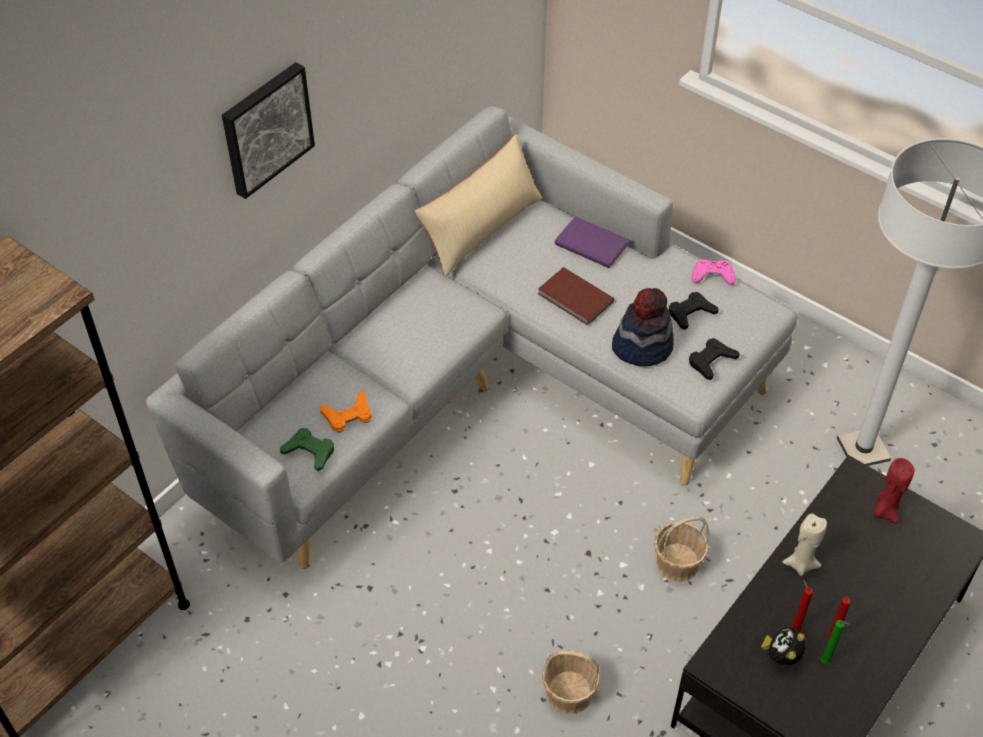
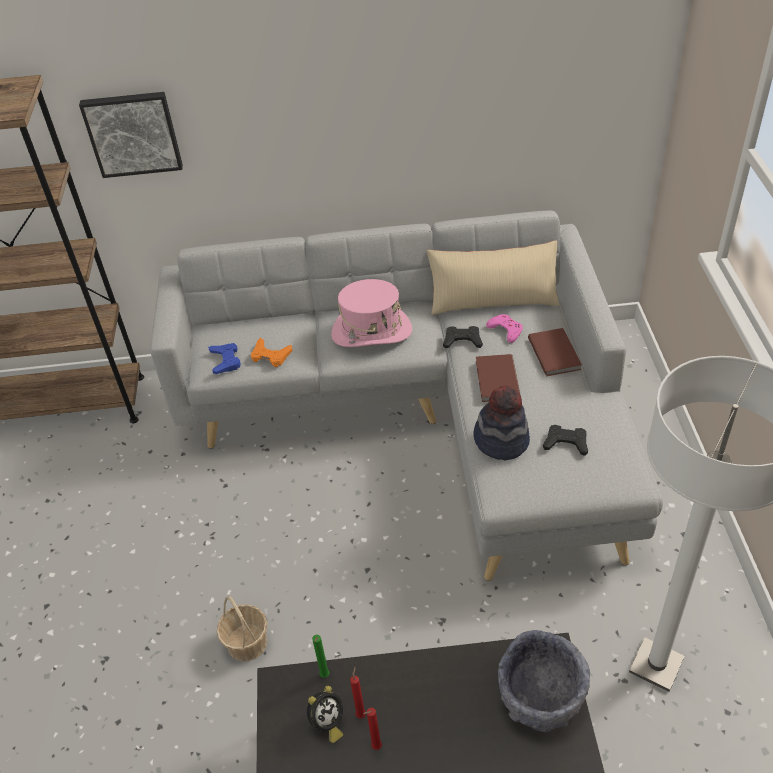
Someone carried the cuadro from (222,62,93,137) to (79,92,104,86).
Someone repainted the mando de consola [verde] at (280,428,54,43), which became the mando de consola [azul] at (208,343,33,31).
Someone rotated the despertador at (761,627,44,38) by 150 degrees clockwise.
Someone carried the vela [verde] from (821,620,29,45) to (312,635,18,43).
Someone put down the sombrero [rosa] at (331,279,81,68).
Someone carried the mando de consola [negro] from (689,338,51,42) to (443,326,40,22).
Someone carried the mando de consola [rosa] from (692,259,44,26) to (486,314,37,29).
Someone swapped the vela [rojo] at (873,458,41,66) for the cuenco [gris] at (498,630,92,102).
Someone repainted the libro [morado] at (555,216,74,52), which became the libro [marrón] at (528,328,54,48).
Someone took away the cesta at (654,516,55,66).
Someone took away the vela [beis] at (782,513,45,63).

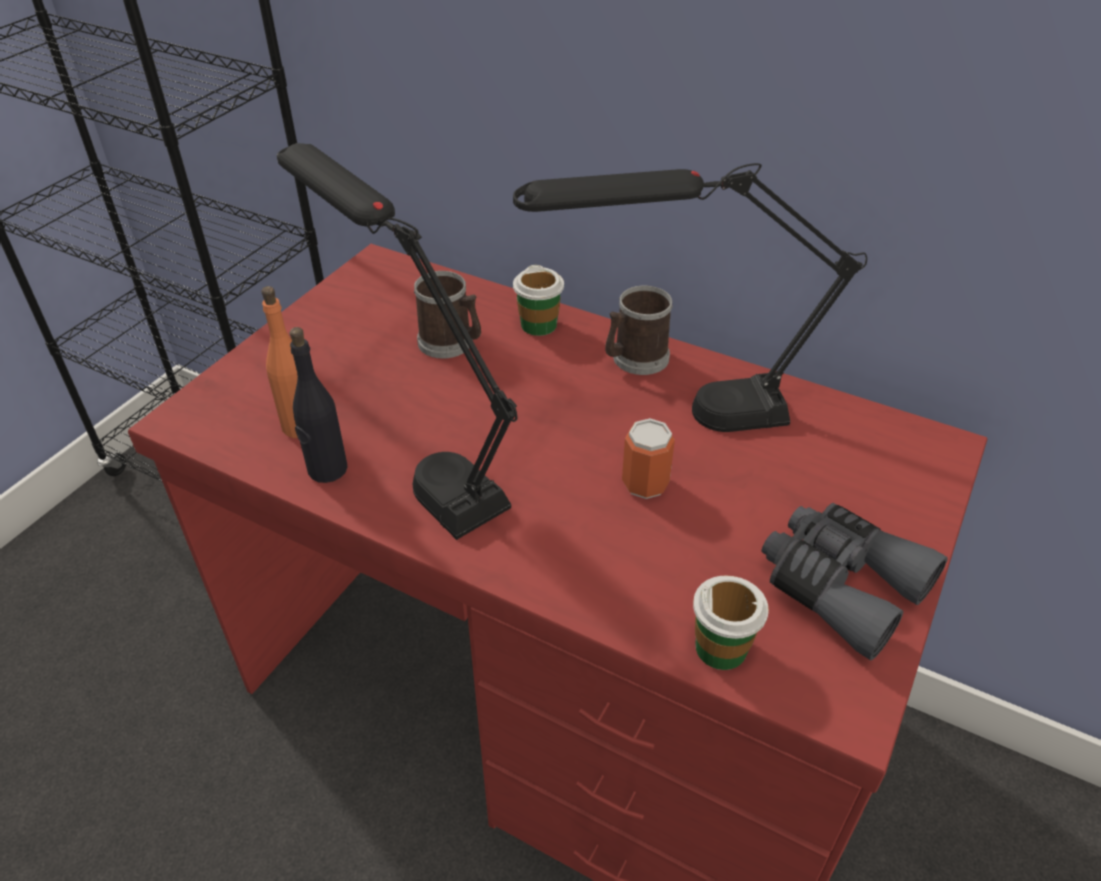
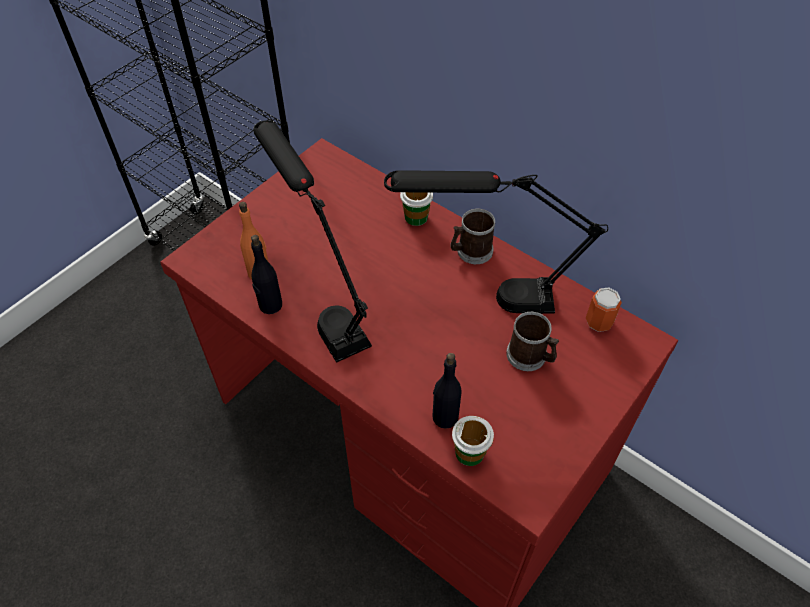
Someone put down the botella [negro] at (432,353,30,76).
Someone carried the taza grande from (414,271,67,88) to (506,312,53,59).
Someone carried the lata from (622,418,53,81) to (586,287,36,45).
Someone took away the prismáticos [gris] at (762,503,186,158).

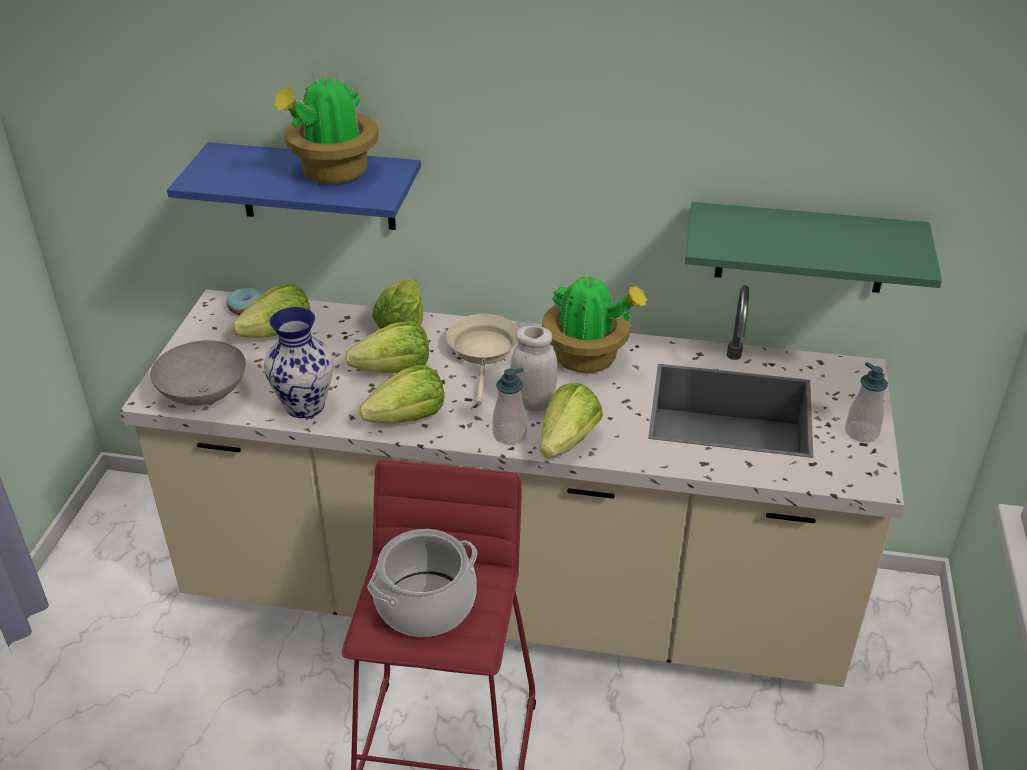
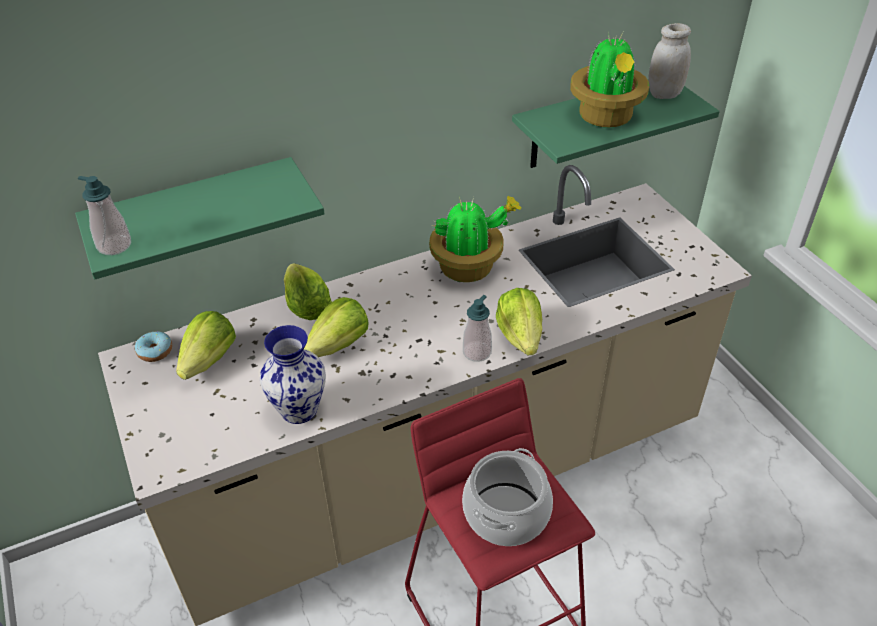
Someone repainted the estante [azul] at (167,142,254,88), which became the estante [verde] at (75,157,250,122).
Someone carried the dispensador de jabón from (845,362,43,80) to (78,176,53,79).
Someone carried the planta en maceta from (275,71,104,113) to (570,33,79,94).
Someone carried the tarro [blanco] from (510,325,48,86) to (648,23,43,76).
Someone took away the cuenco [gris] at (150,340,96,66).
Someone took away the lechuga at (359,365,85,59).
Someone took away the sartén [beis] at (446,314,73,91).

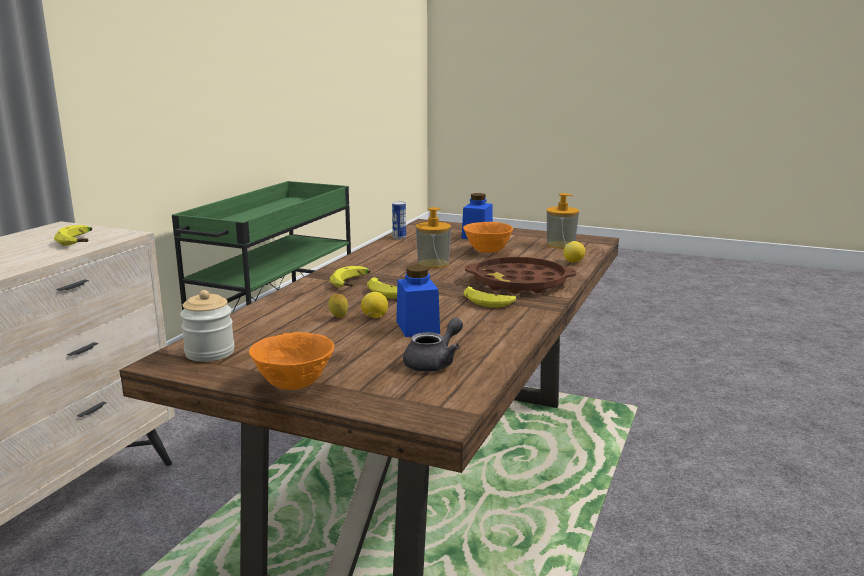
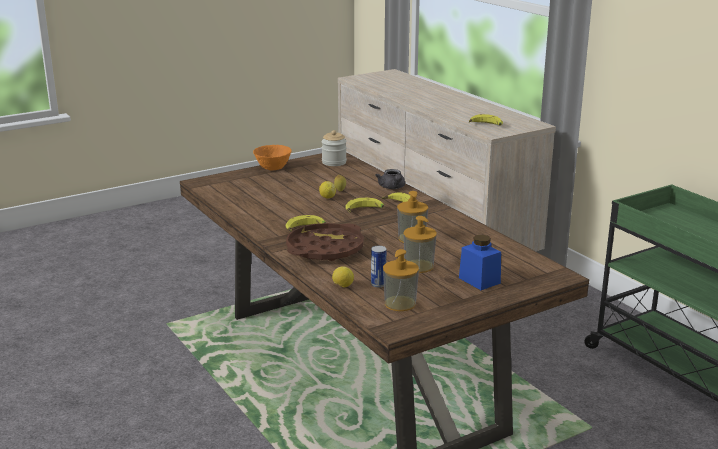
Someone carried the lata from (392,201,14,38) to (371,246,15,41).
Someone carried the tetera [gris] from (403,318,60,54) to (375,169,30,20).
Someone swapped the cuenco [naranja] at (463,222,50,31) for the dispensador de jabón at (403,216,34,57).
Someone took away the tarro [azul] at (396,265,44,72).

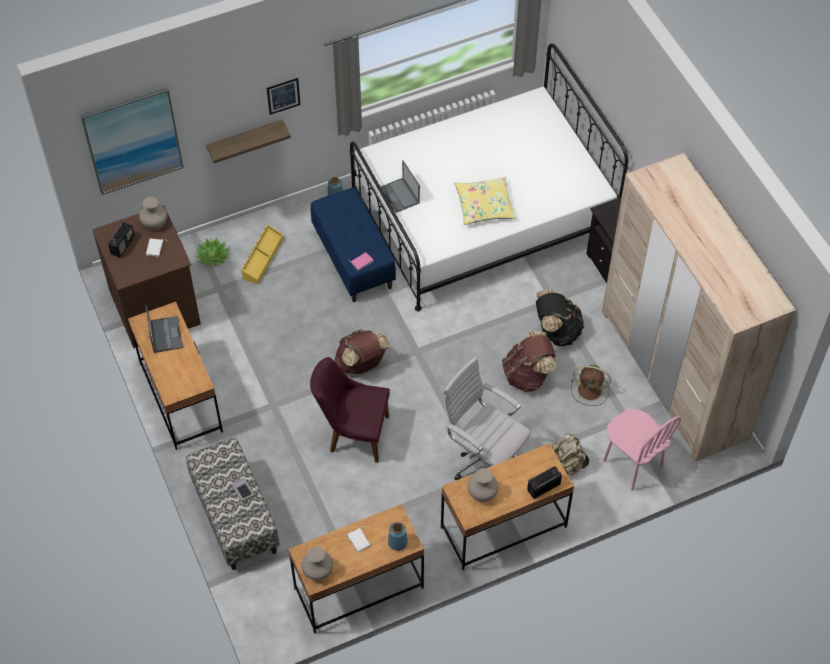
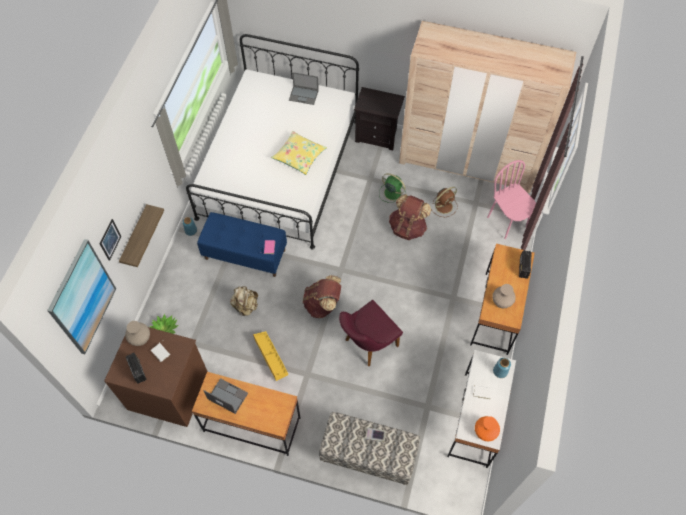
Someone carried the cuadro from (267,78,34,37) to (99,219,22,42).
Someone carried the mochila [beis] from (552,433,37,43) to (230,286,28,30).
Someone carried the caja de almacenaje [amarillo] from (241,224,42,60) to (253,331,35,50).
Someone carried the portátil from (381,160,39,53) to (289,72,30,33).
Someone swapped the mochila [negro] at (536,289,48,57) for the ventilador [verde] at (379,173,27,30).
Someone repainted the escritorio [marrón] at (288,504,136,129), which became the escritorio [blanco] at (447,350,69,118).
Someone repainted the florero [beis] at (301,547,32,34), which became the florero [naranja] at (475,416,25,25).
Someone rotated the silla [rosa] at (603,409,78,82) by 120 degrees counterclockwise.
Someone took away the silla de oficina [blanco] at (443,357,88,123).

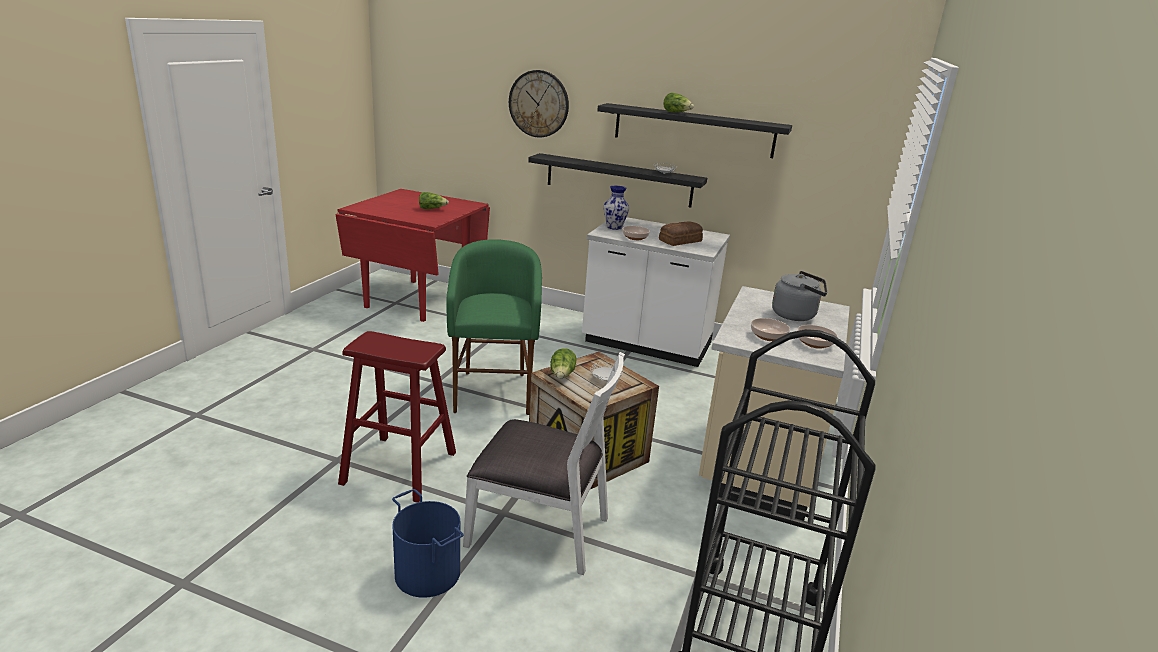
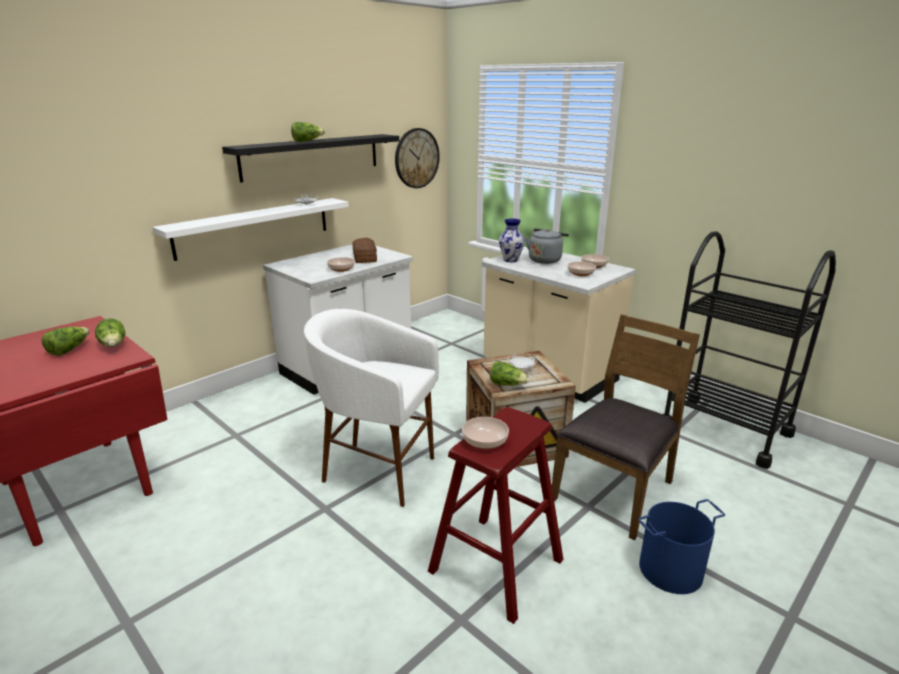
Someone put down the lechuga at (95,318,30,29).
Someone repainted the estante [negro] at (528,153,179,55), which became the estante [blanco] at (152,198,197,63).
Someone repainted the taburete [verde] at (447,239,95,176), which became the taburete [blanco] at (304,309,135,198).
Someone carried the reloj de pared from (509,70,60,68) to (395,128,45,60).
Someone put down the cuenco at (462,417,47,32).
Someone carried the florero from (603,186,26,44) to (499,219,26,43).
Someone repainted the silla [blanco] at (463,352,162,223), which became the silla [marrón] at (552,315,148,225).

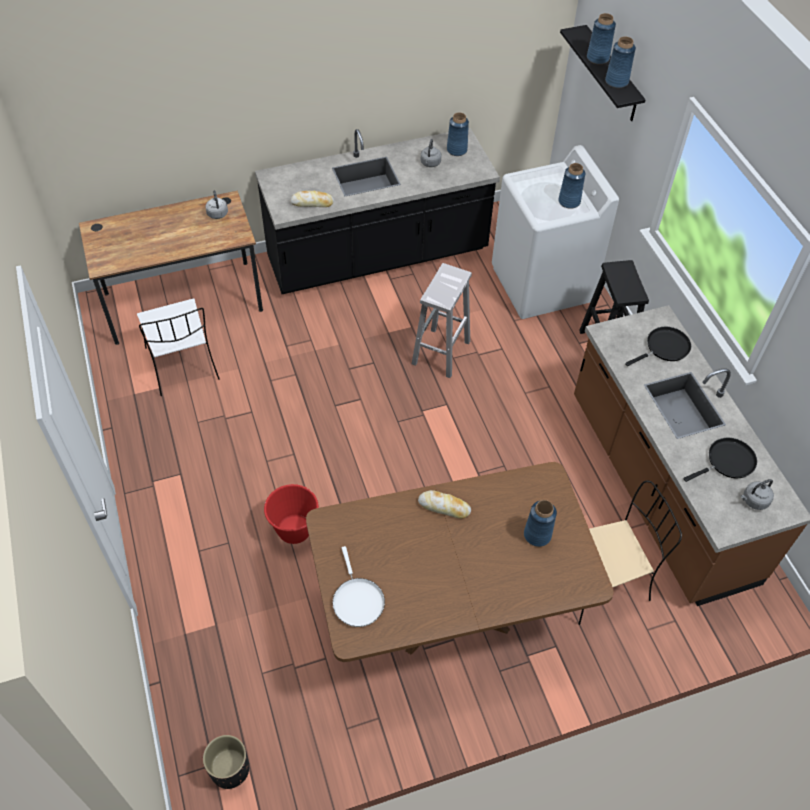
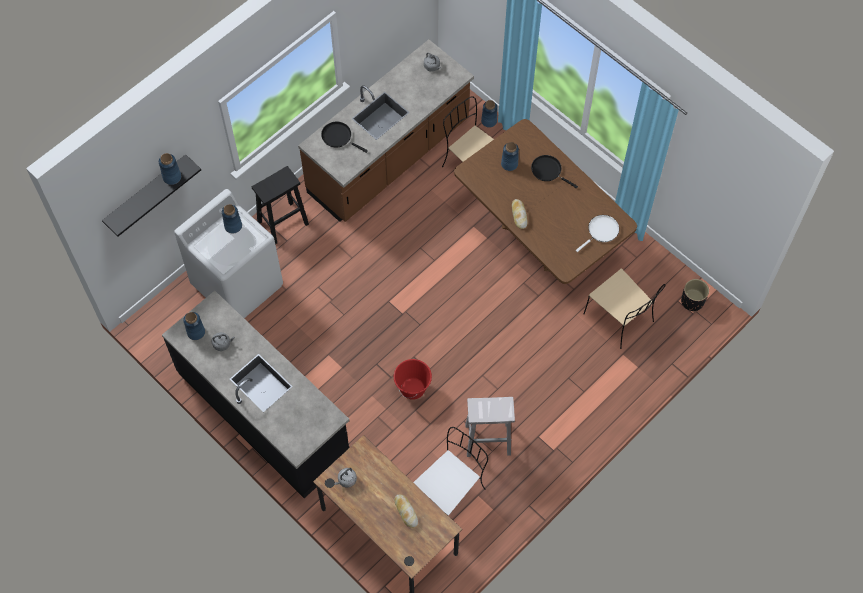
Someone carried the cubo [rojo] from (264,484,55,60) to (394,359,38,41).
Someone carried the pan from (291,191,43,16) to (394,494,24,34).
Someone carried the taburete [blanco] from (412,263,60,115) to (465,397,50,60).
Someone carried the florero [azul] from (587,13,29,51) to (481,100,16,28).
Someone carried the sartén [negro] from (683,438,74,44) to (531,155,47,34).
Someone put down the silla [beis] at (584,268,82,81).

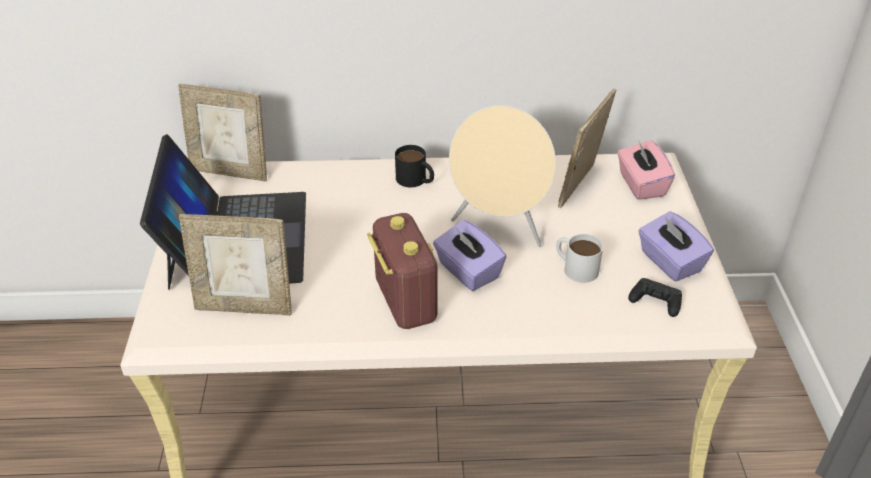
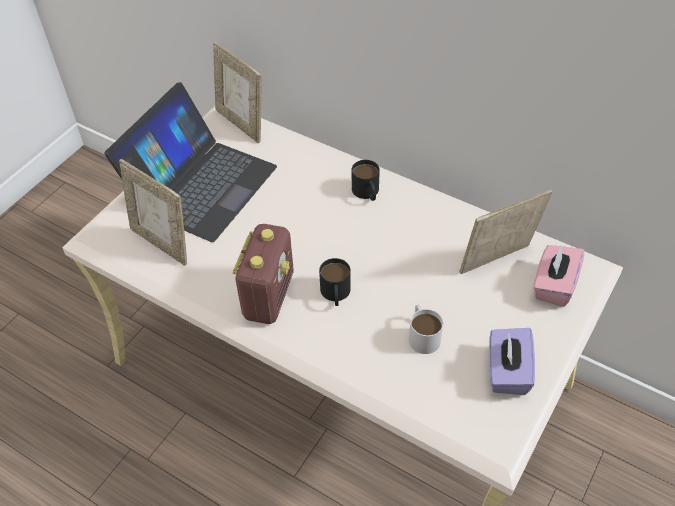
Someone swapped the caja de pañuelos [morado] at (433,220,73,71) for the taza grande [negro] at (319,258,32,48).
Someone took away the altavoz [beis] at (449,105,107,142).
Someone took away the mando de consola [negro] at (628,278,54,39).

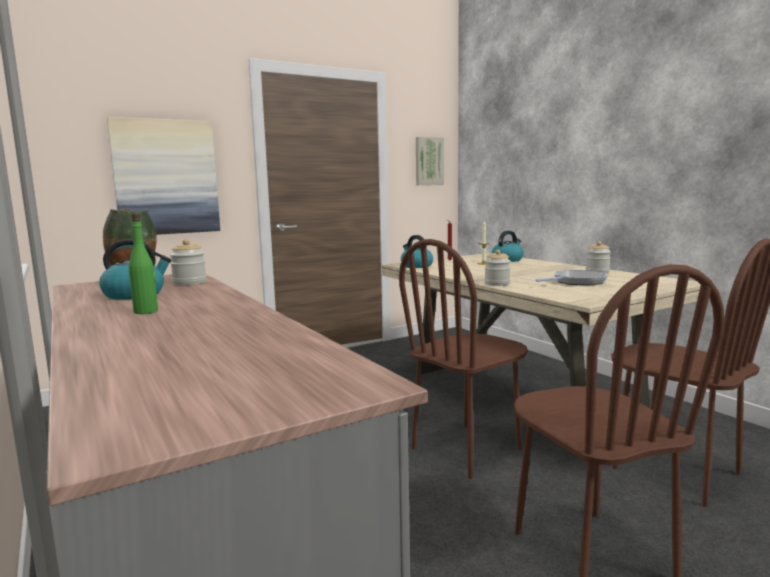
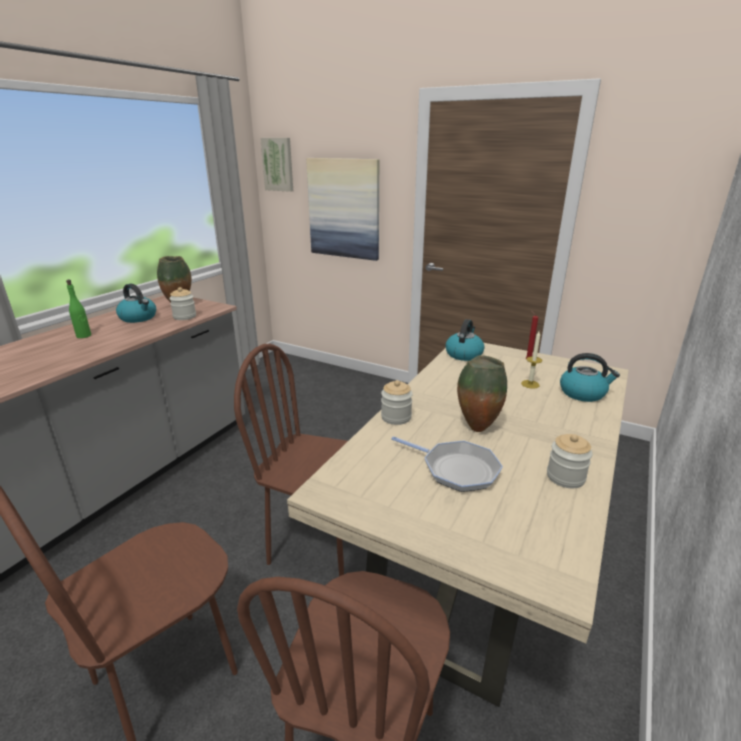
Someone carried the cuadro from (416,137,28,48) to (260,138,33,54).
Someone put down the florero at (457,355,50,77).

